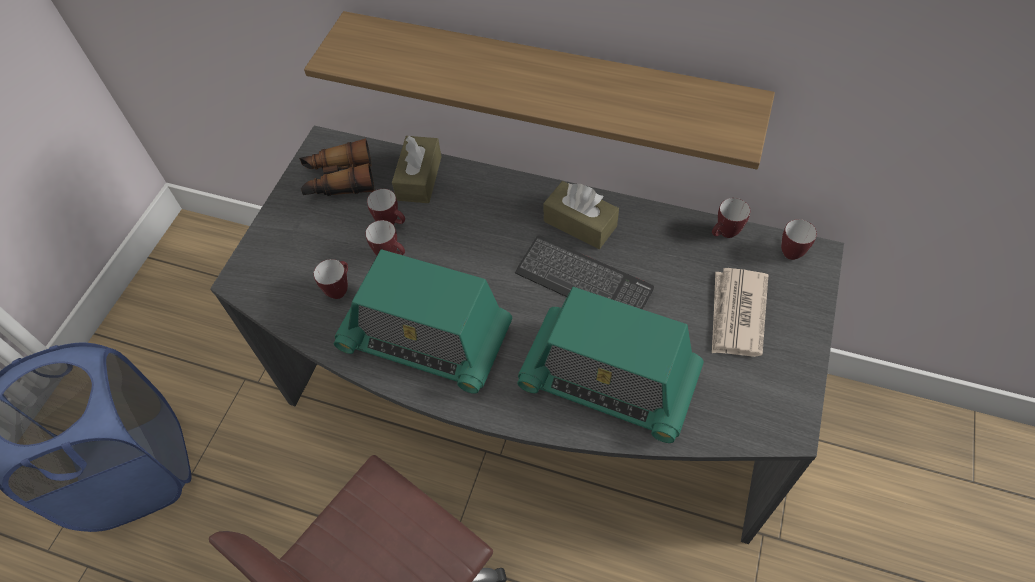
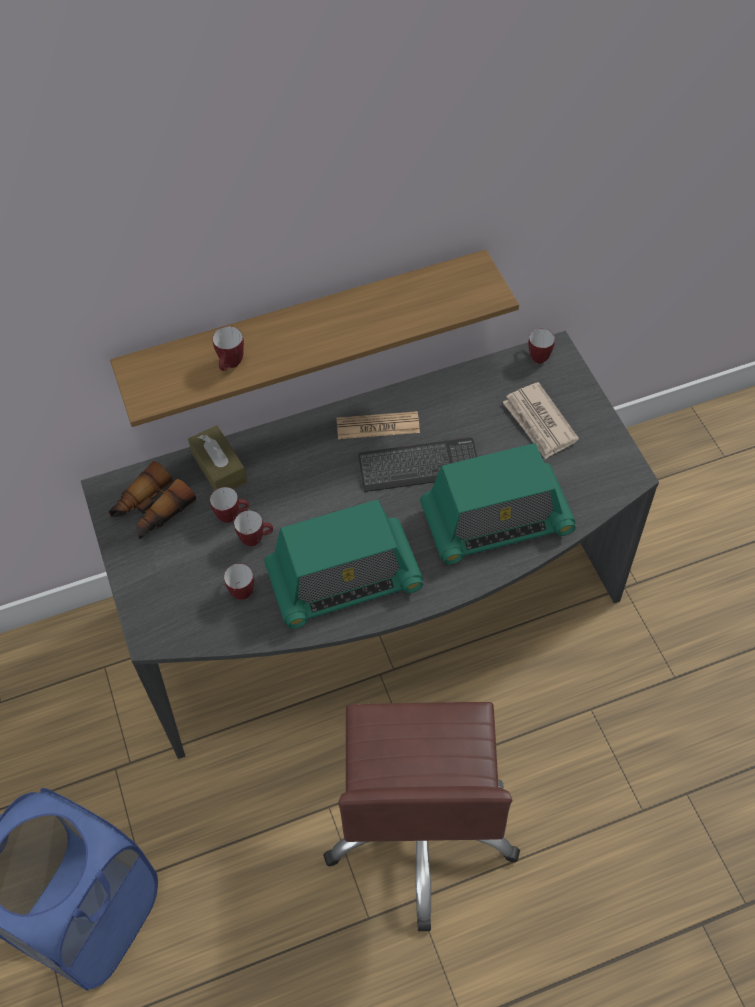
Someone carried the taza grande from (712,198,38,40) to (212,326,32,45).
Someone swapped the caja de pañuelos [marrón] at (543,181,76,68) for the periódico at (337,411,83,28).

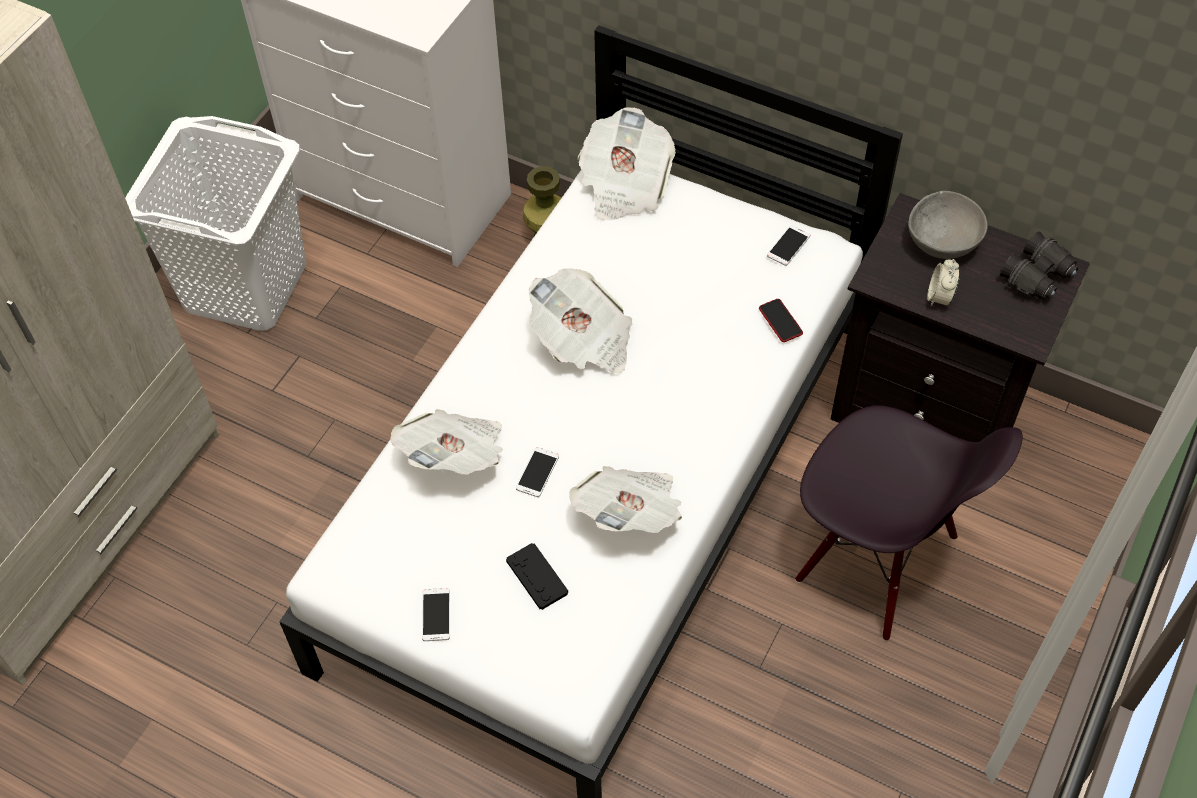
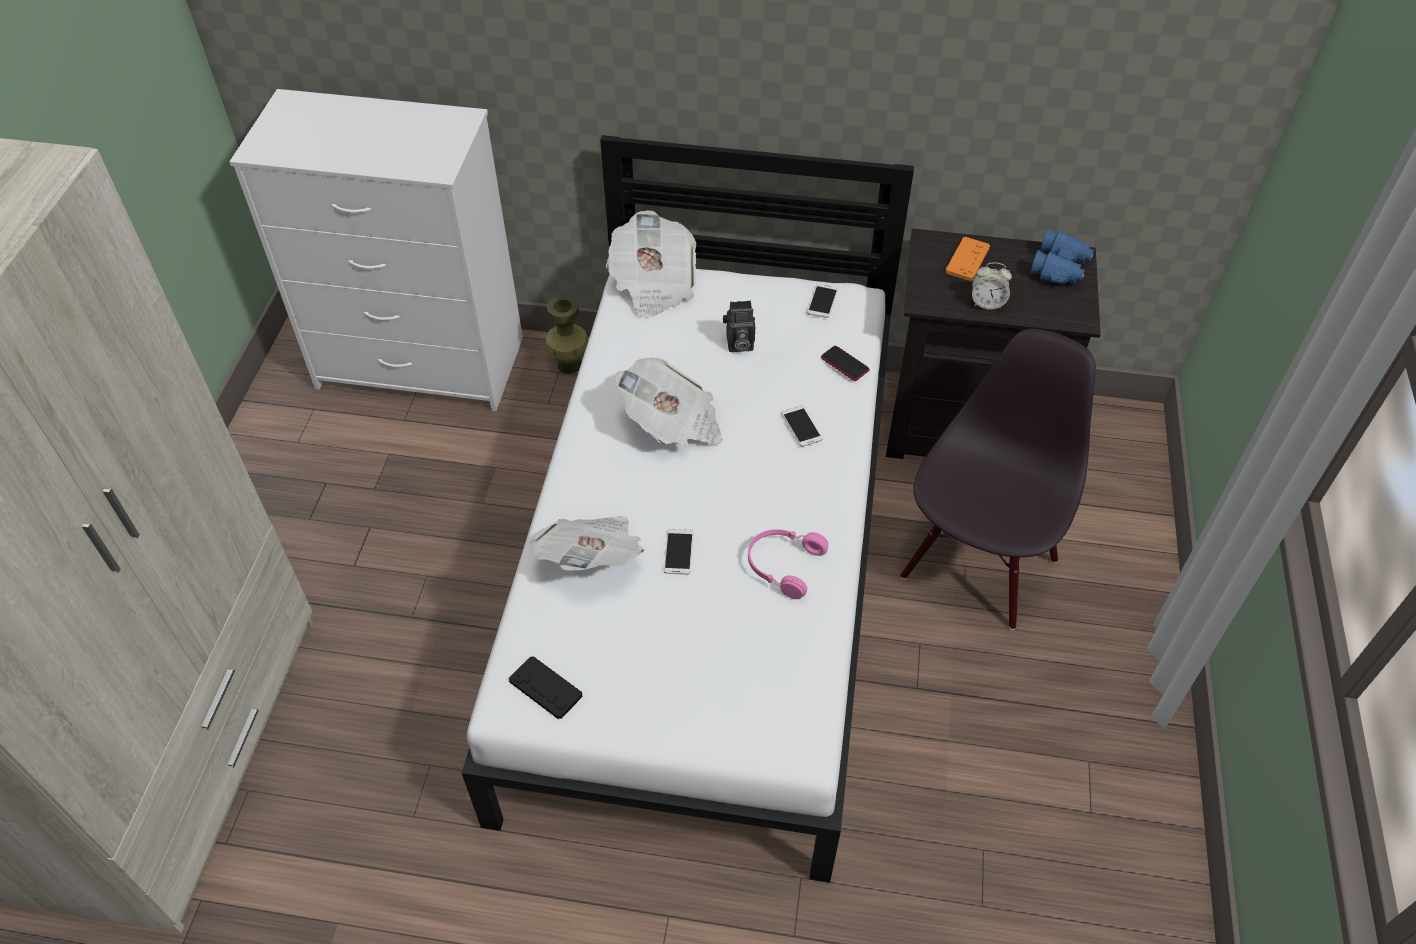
Someone carried the mando de consola [negro] from (506,543,62,67) to (509,656,73,63).
Someone put down the cámara at (723,301,32,51).
Someone swapped the periódico at (569,466,113,67) for the auriculares [rosa] at (748,529,80,70).
Someone carried the móvil from (422,588,28,53) to (782,405,41,42).
Someone rotated the silla [negro] at (796,405,227,236) by 75 degrees counterclockwise.
Someone swapped the cuenco [gris] at (908,191,80,68) for the mando de consola [naranja] at (945,237,45,44).
Someone rotated the despertador at (927,259,33,47) by 75 degrees counterclockwise.
Someone repainted the prismáticos [negro] at (1000,232,79,68), which became the prismáticos [azul] at (1030,229,64,55).
Someone took away the cesto de la ropa [blanco] at (125,116,181,215).

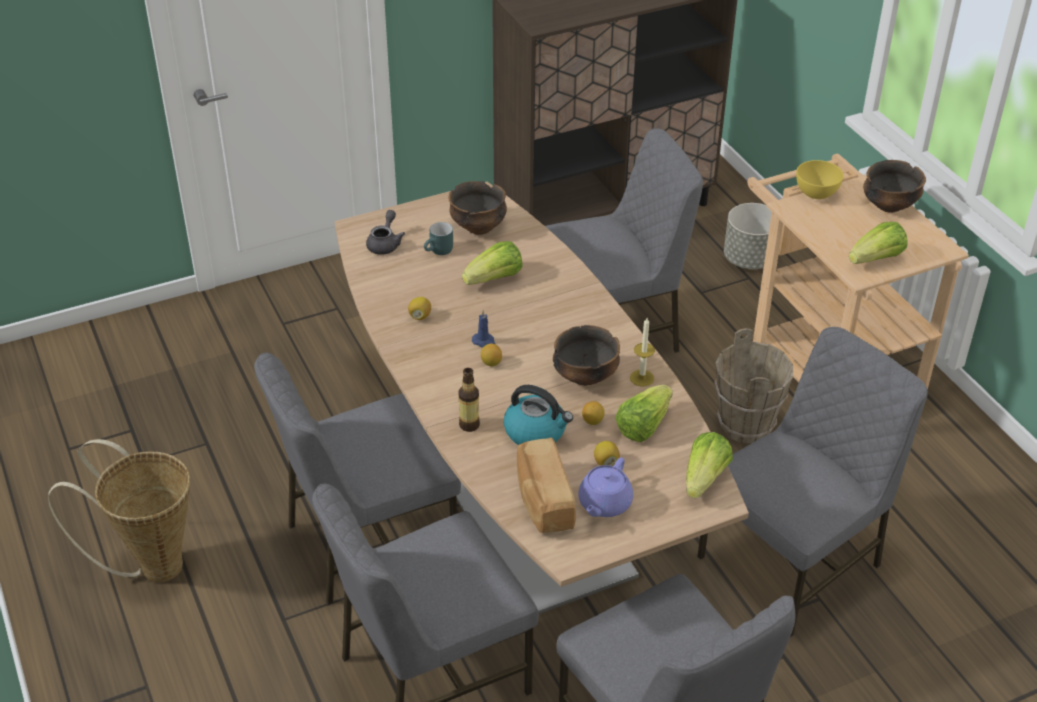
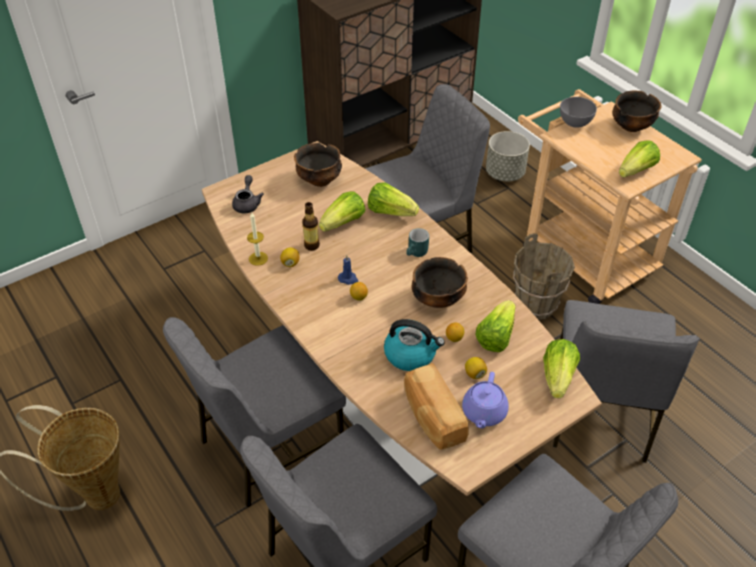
Someone carried the vela from (630,318,25,68) to (247,213,21,53).
Someone carried the botella from (458,368,22,64) to (302,202,18,49).
Someone put down the lechuga at (368,183,51,33).
Someone carried the taza grande [turquesa] from (424,222,29,33) to (406,228,23,29).
Someone rotated the silla [gris] at (697,327,231,310) by 150 degrees clockwise.
Someone repainted the cuenco [amarillo] at (796,160,48,39), which became the cuenco [gris] at (560,97,37,31).

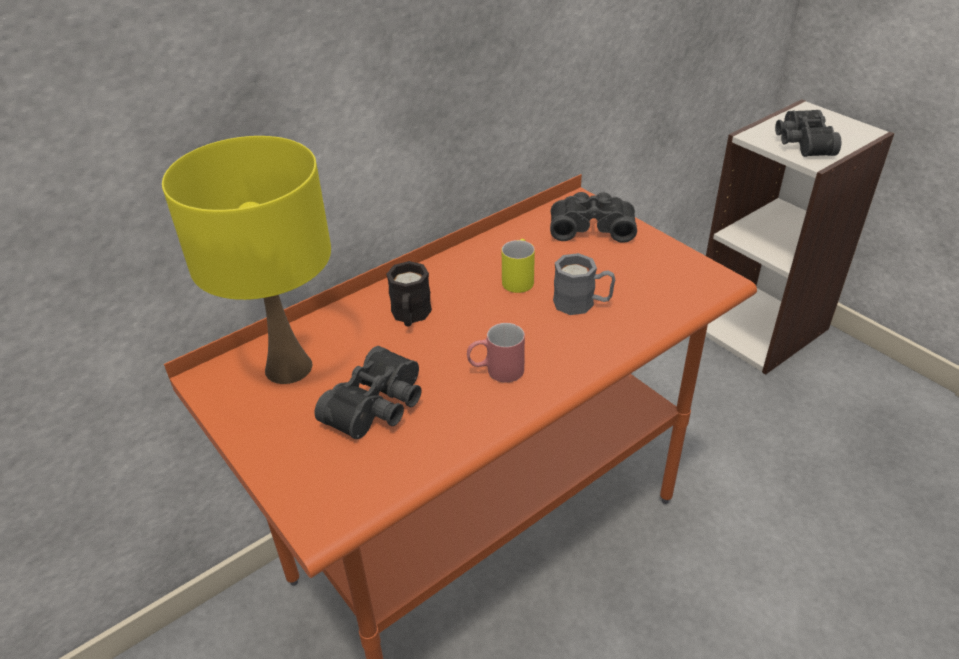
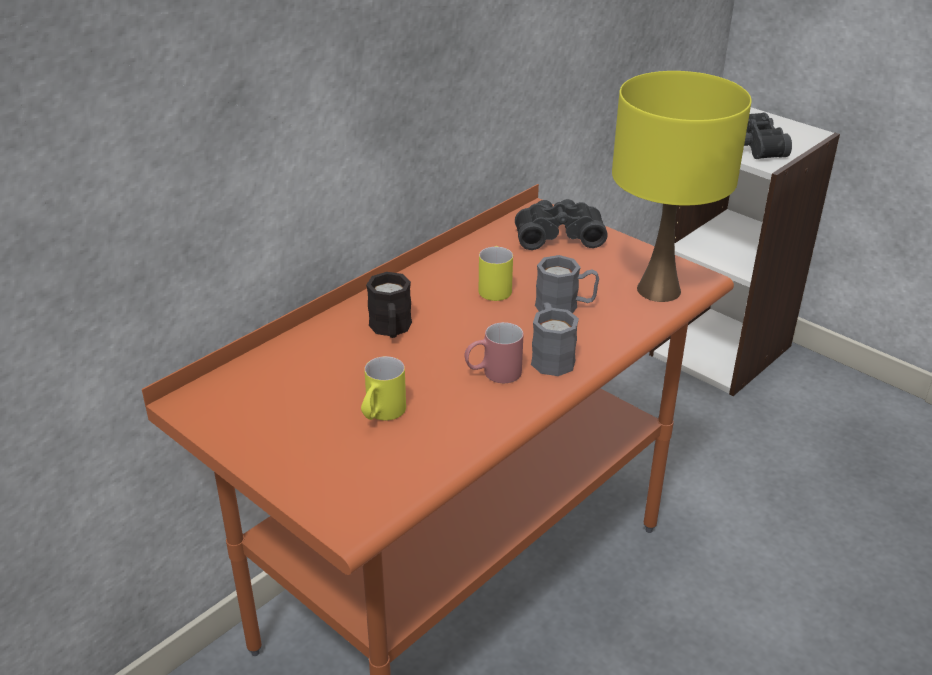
Someone swapped the prismáticos [negro] at (315,346,107,94) for the taza grande [amarillo] at (361,356,45,64).
Someone put down the taza grande [gris] at (531,303,48,73).
Someone carried the lámpara de mesa [amarillo] from (162,136,169,248) to (612,71,140,231).

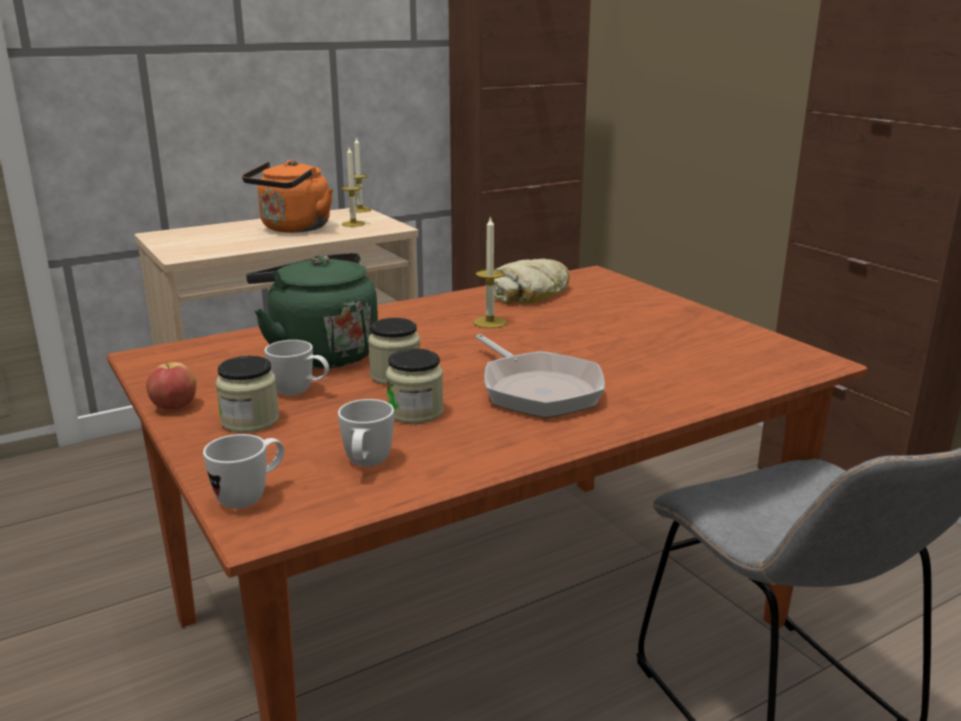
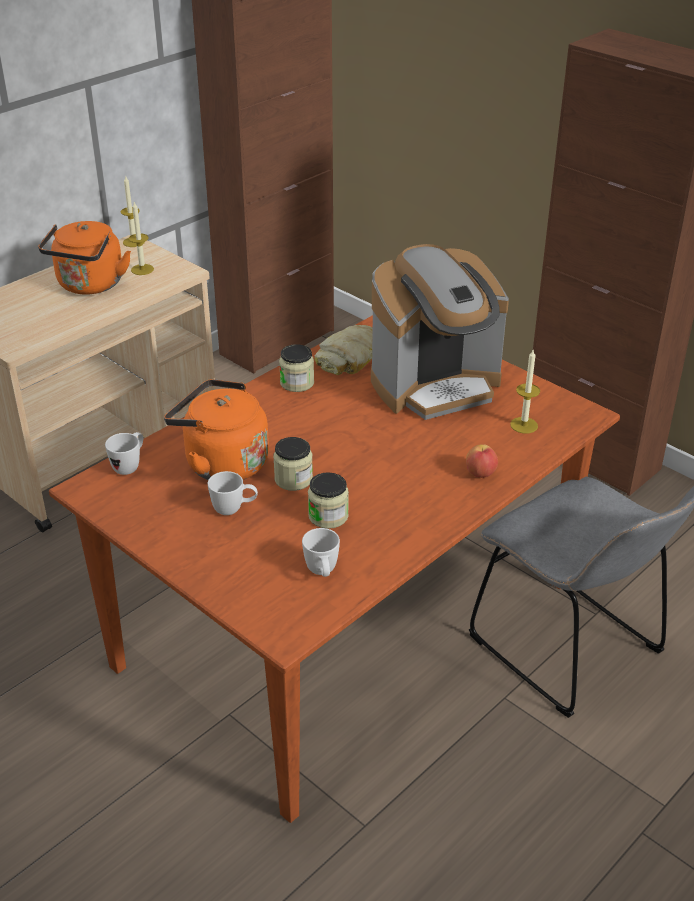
Someone carried the taza grande [blanco] from (203,434,81,75) to (105,432,38,43).
Someone repainted the hervidor [verde] at (246,253,132,116), which became the hervidor [naranja] at (164,379,105,101).
Someone carried the tarro from (216,356,63,77) to (279,344,35,48).
Someone put down the cafetera at (371,244,138,176).
Someone carried the manzana from (146,362,50,48) to (466,444,32,34).
Someone carried the vela from (473,216,34,112) to (510,350,30,84).
Someone took away the sartén at (476,334,129,84).

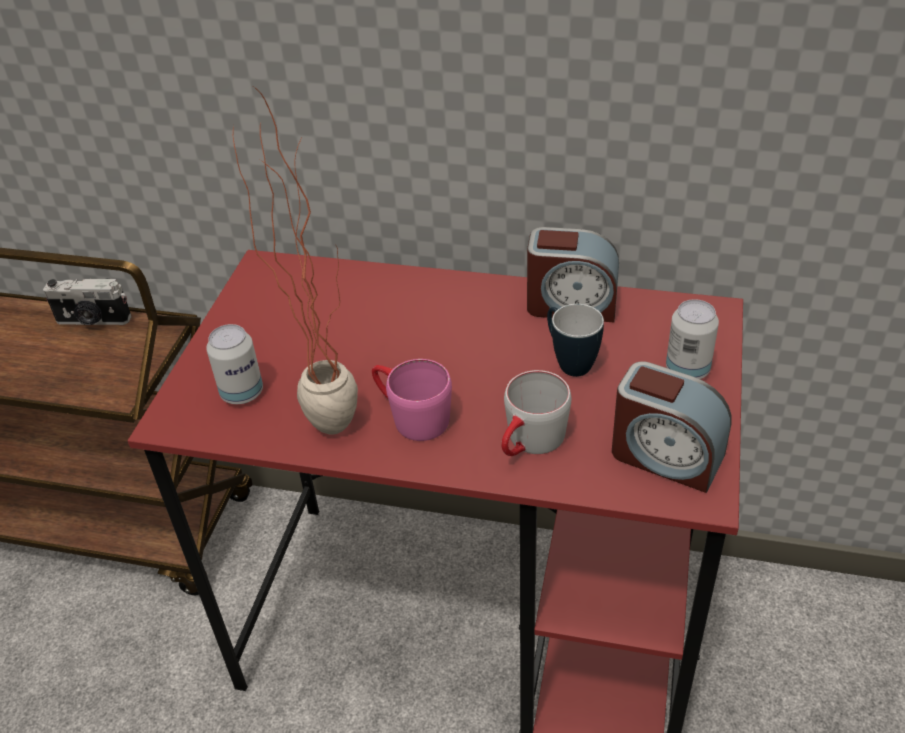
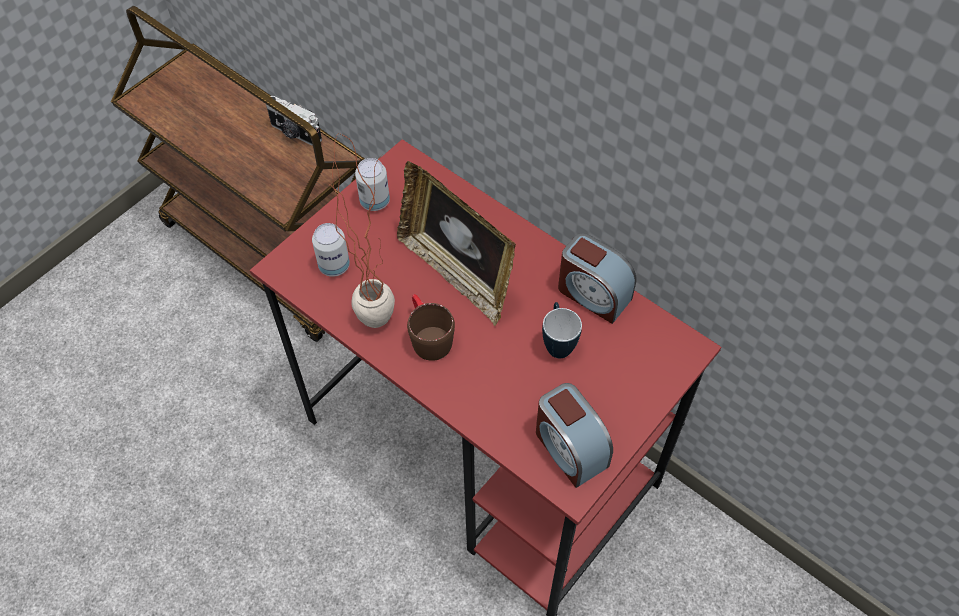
Someone carried the lata from (666,299,53,80) to (355,158,35,53).
Someone put down the portarretratos at (397,161,119,165).
Someone repainted the taza grande [rosa] at (372,359,80,82), which became the taza grande [marrón] at (407,294,48,67).
Someone took away the taza grande [gris] at (501,370,71,86).

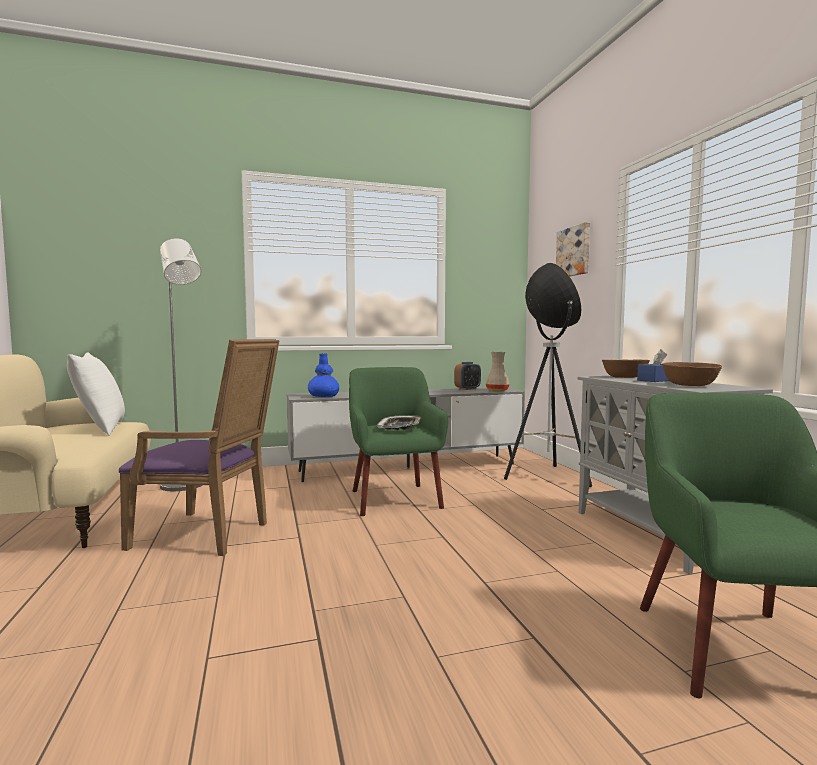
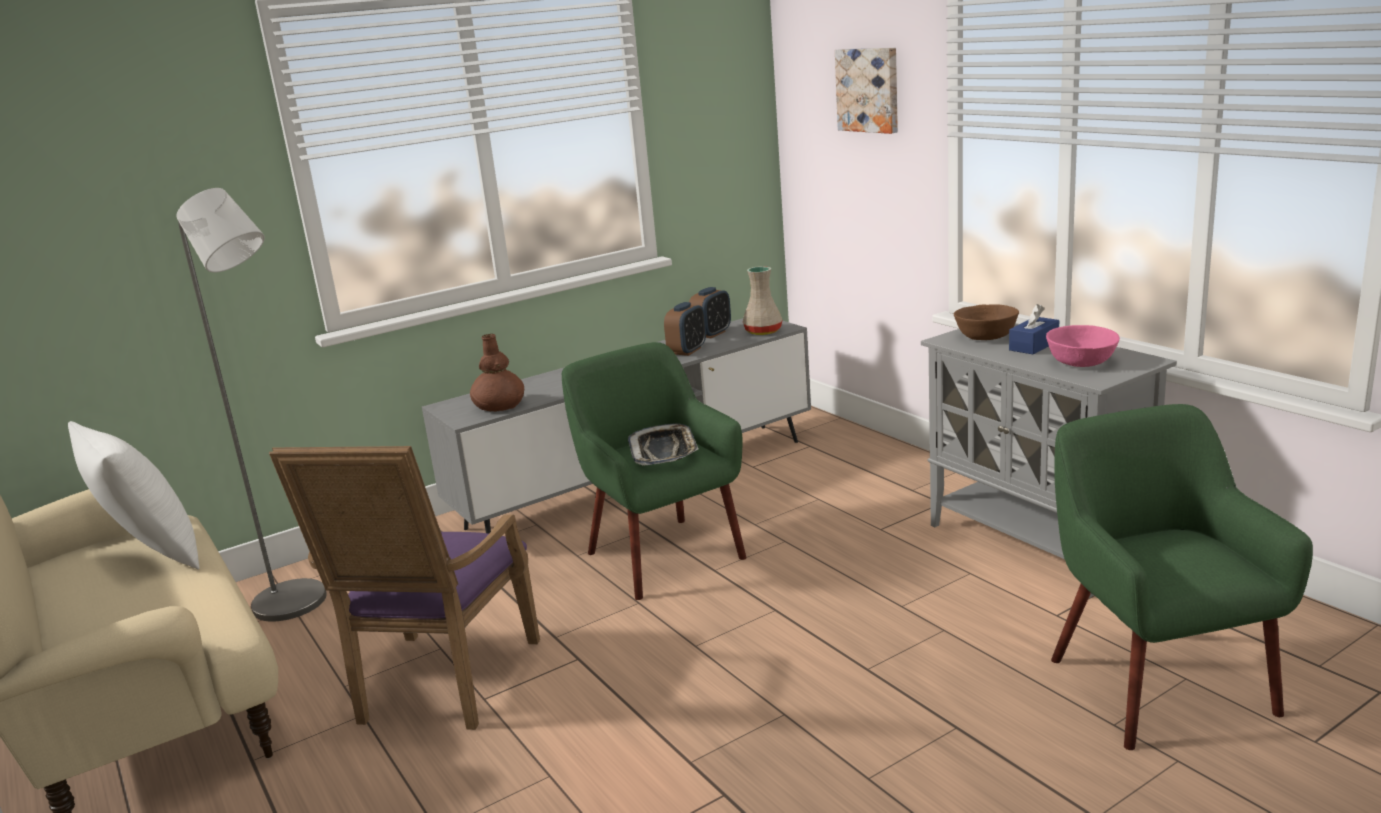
Someone rotated the sillón [morado] at (119,339,160,217) by 105 degrees clockwise.
Someone repainted the florero [azul] at (308,354,31,43), which became the florero [marrón] at (470,334,54,78).
Someone put down the despertador at (664,302,42,54).
Someone repainted the cuenco [marrón] at (662,362,60,24), which became the cuenco [rosa] at (1046,325,74,42).
Someone took away the lámpara de pie at (504,263,88,224).

